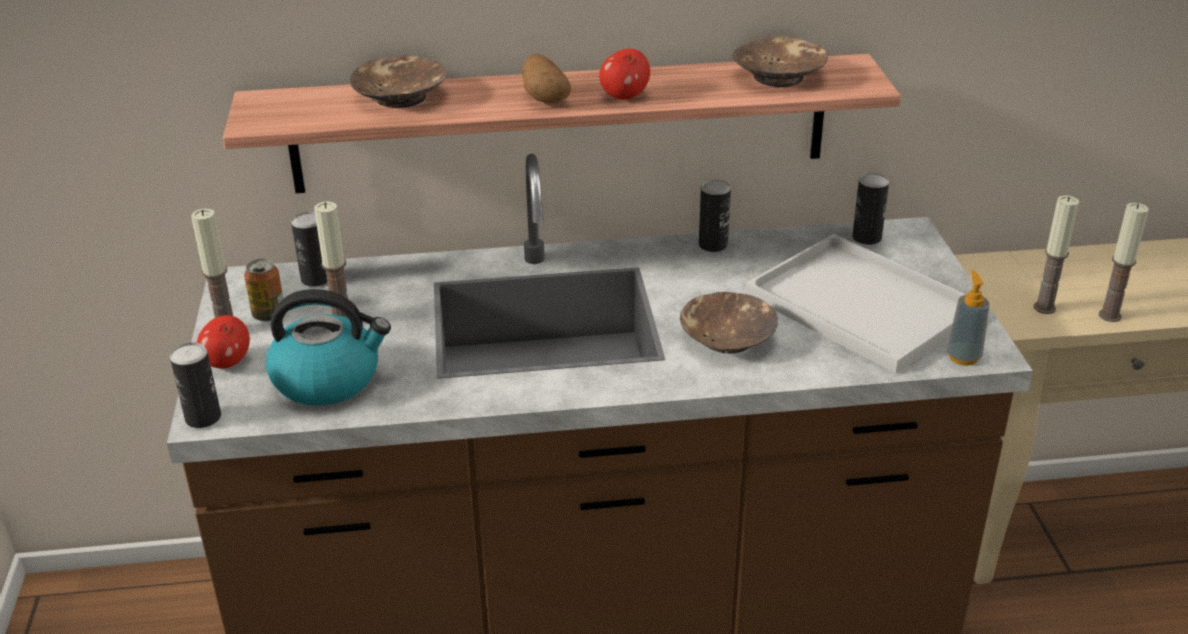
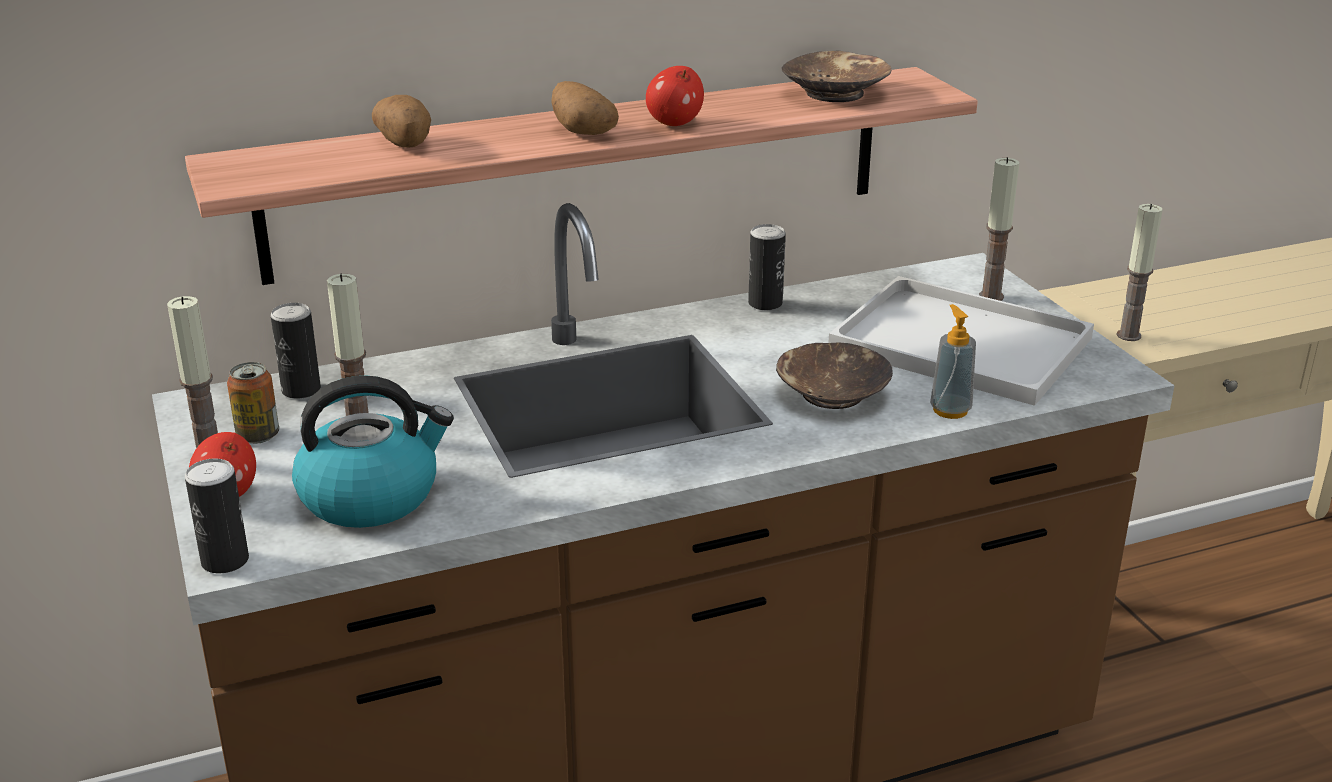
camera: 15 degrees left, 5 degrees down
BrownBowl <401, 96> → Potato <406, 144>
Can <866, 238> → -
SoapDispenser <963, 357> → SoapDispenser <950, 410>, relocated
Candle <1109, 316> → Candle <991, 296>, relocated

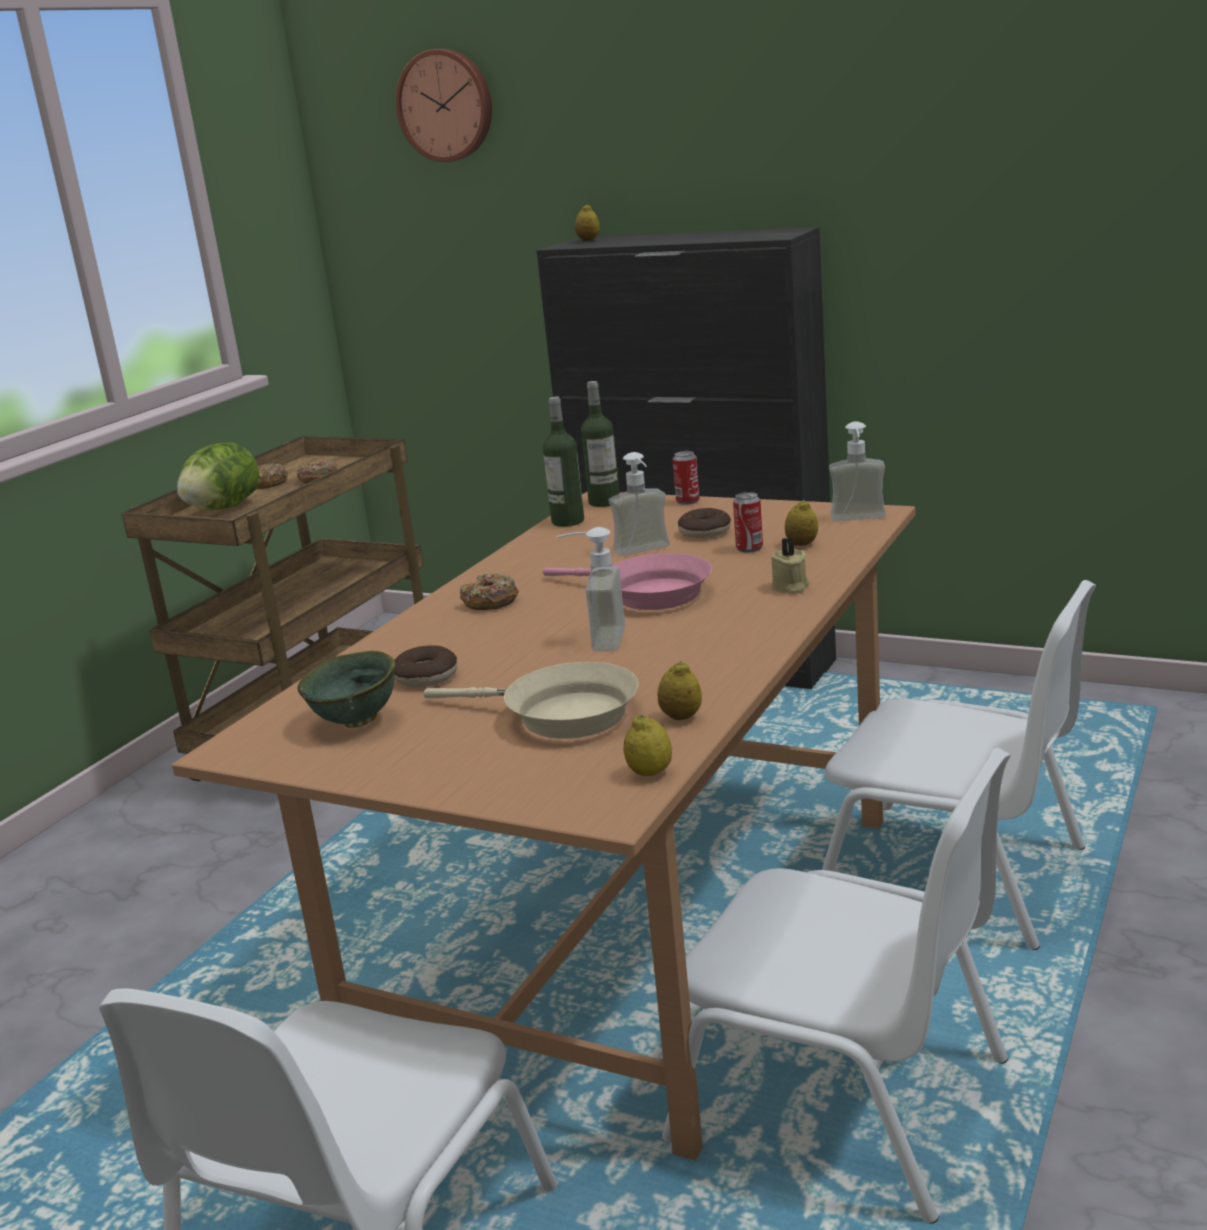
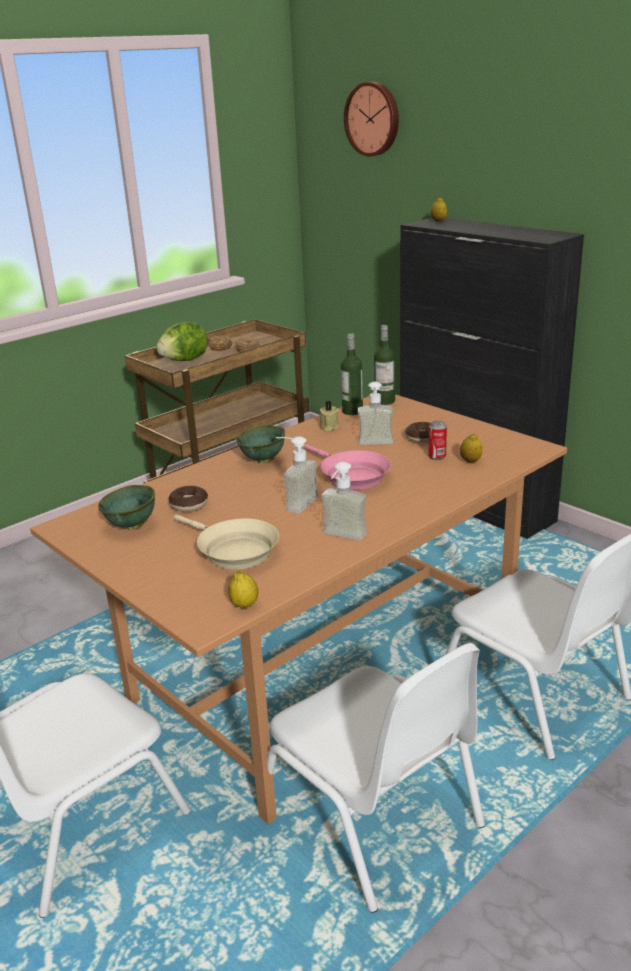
camera: 20 degrees right, 5 degrees up
Donut <490, 601> → GreenBowl <263, 460>
Lemon <681, 717> → -
Can <687, 501> → -
BeigeCandle <790, 587> → BeigeCandle <328, 427>, relocated
SoapDispenser <859, 521> → SoapDispenser <341, 538>, relocated

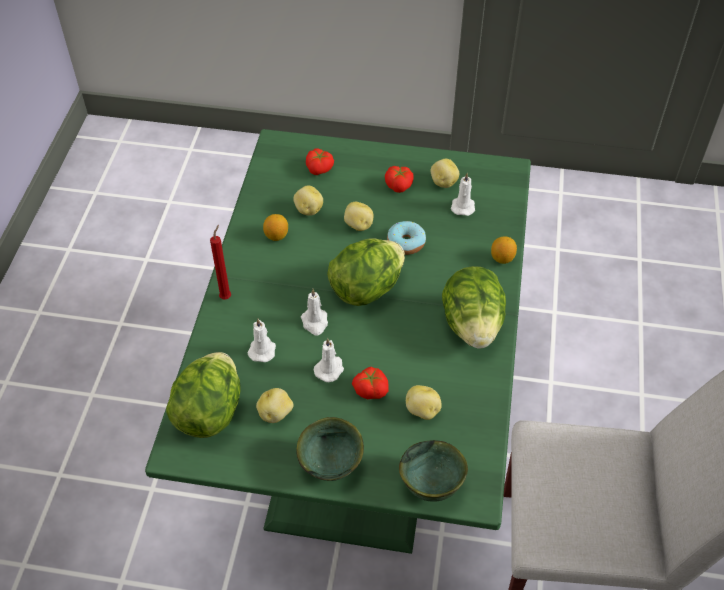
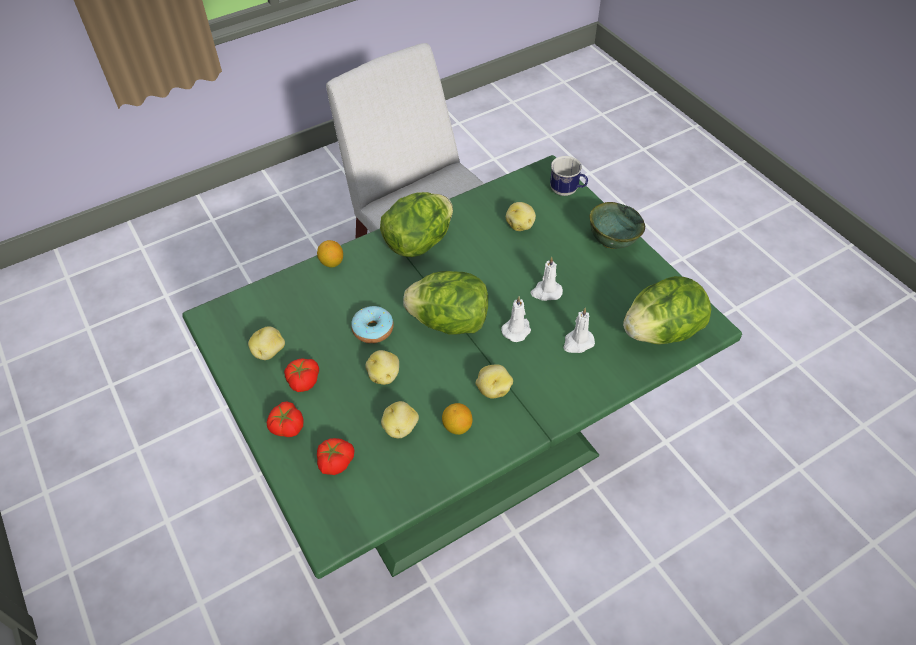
camera: 130 degrees left, 0 degrees up
RedCandle <226, 296> → -
Potato <276, 413> → Potato <493, 389>, relocated
Tomato <371, 389> → Tomato <286, 427>, relocated
GreenBowl <430, 486> → Mug <567, 191>
WhiteCandle <463, 206> → -

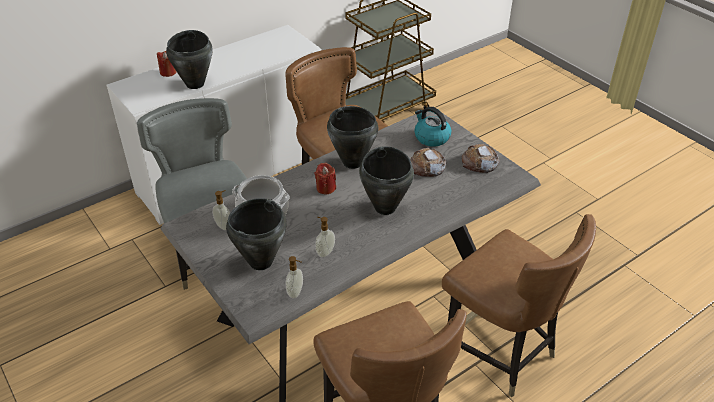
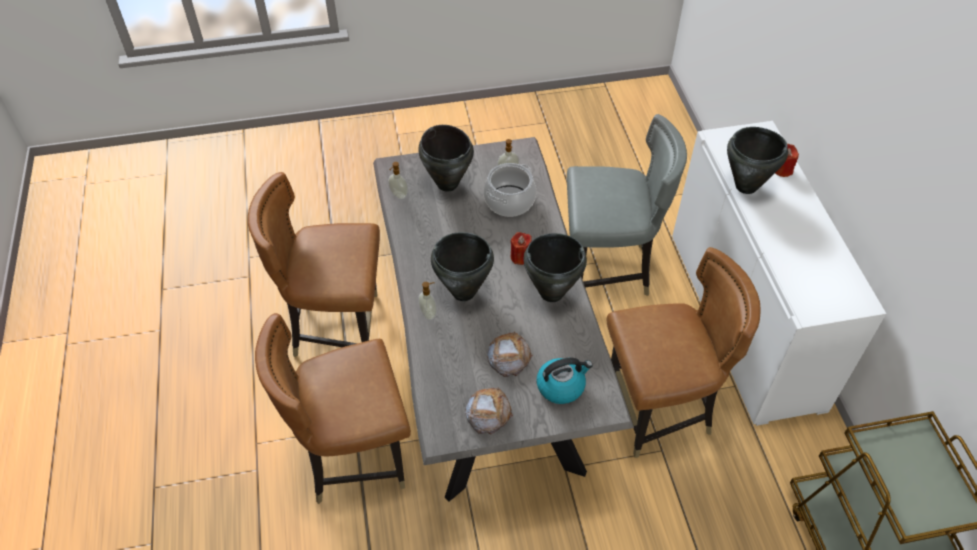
camera: 115 degrees right, 10 degrees up
SoapDispenser <324, 252> → SoapDispenser <429, 313>, relocated

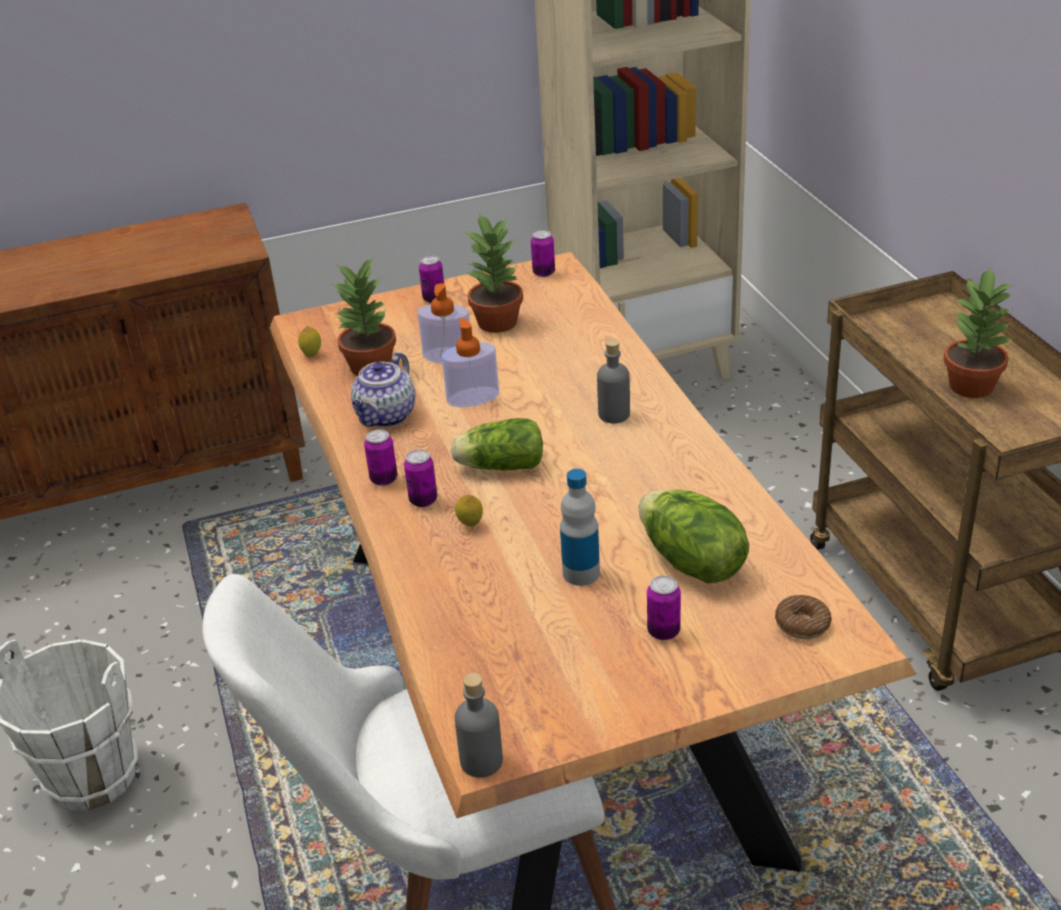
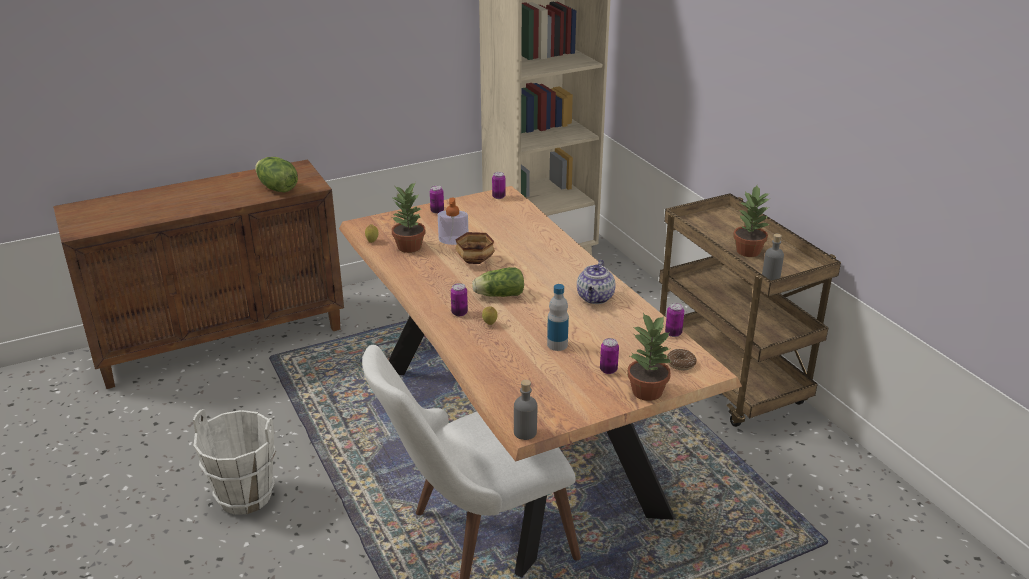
camera: 10 degrees left, 5 degrees down
Teapot <386, 417> → Teapot <595, 298>, relocated
Can <384, 479> → Can <673, 333>, relocated
SoapDispenser <473, 397> → Bowl <474, 261>
PottedPlant <498, 322> → PottedPlant <647, 391>, relocated
GreyBottle <614, 414> → GreyBottle <770, 277>, relocated
Lettuce <691, 563> → Lettuce <277, 188>, relocated

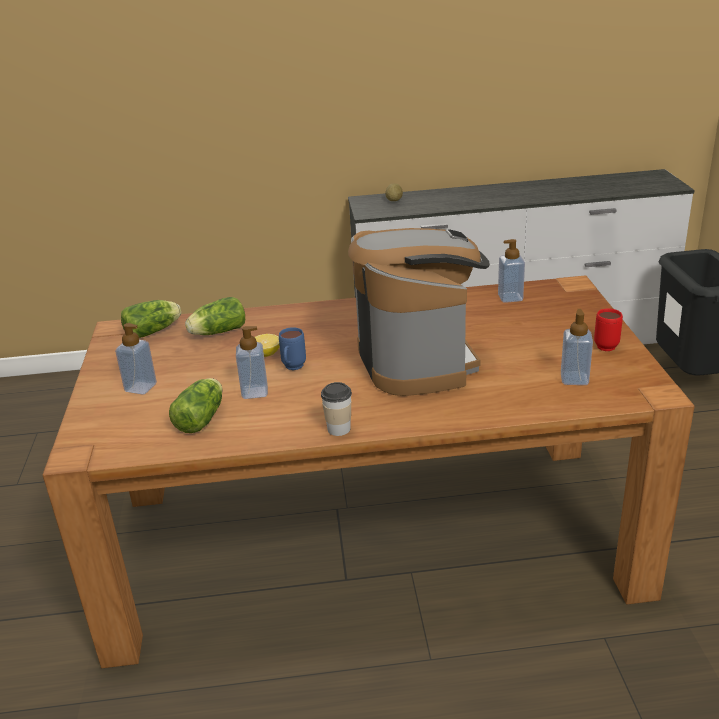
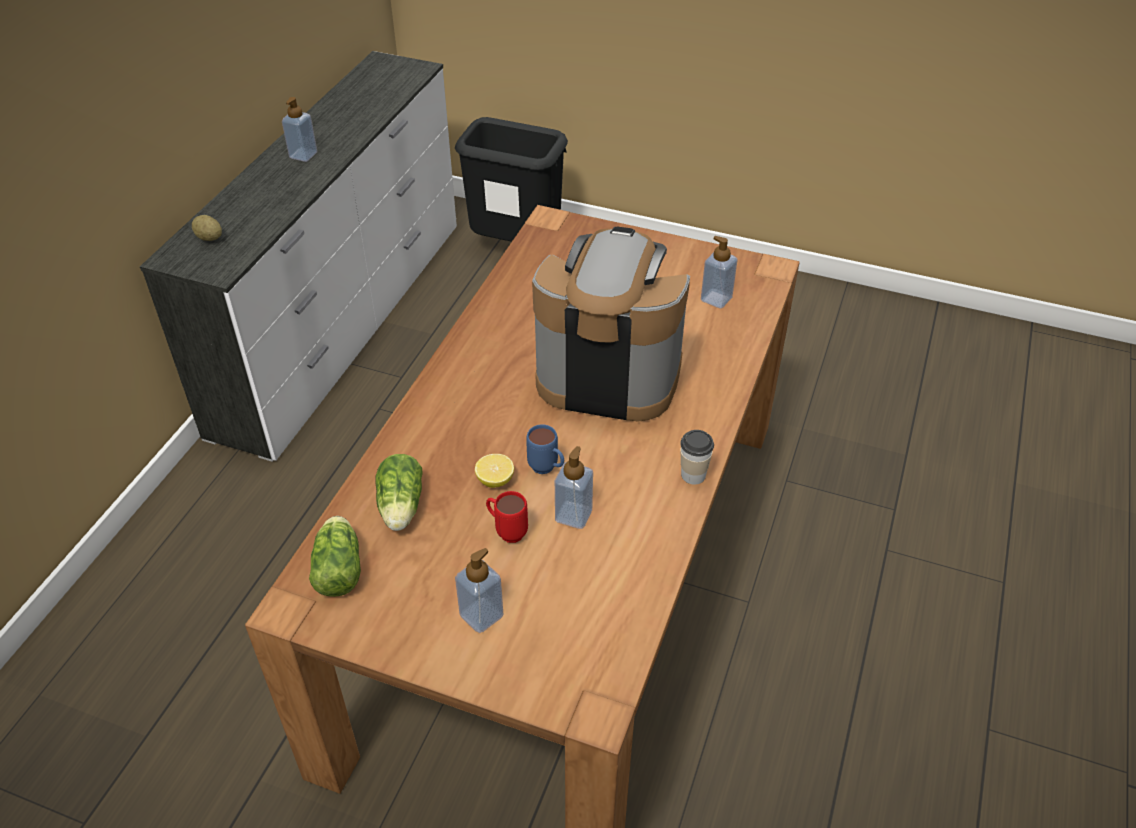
camera: 65 degrees left, 15 degrees up
Lettuce <202, 418> → -
SoapDispenser <510, 298> → SoapDispenser <303, 155>, relocated
RedMug <605, 344> → RedMug <506, 531>, relocated

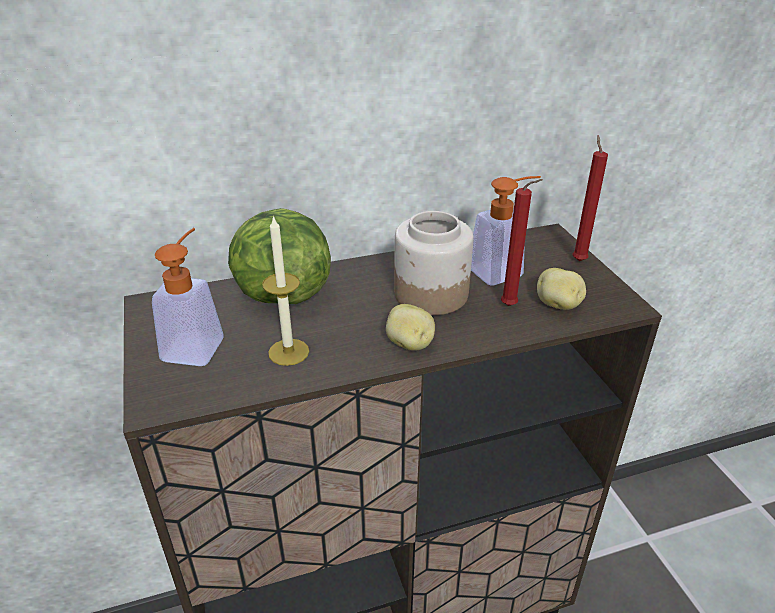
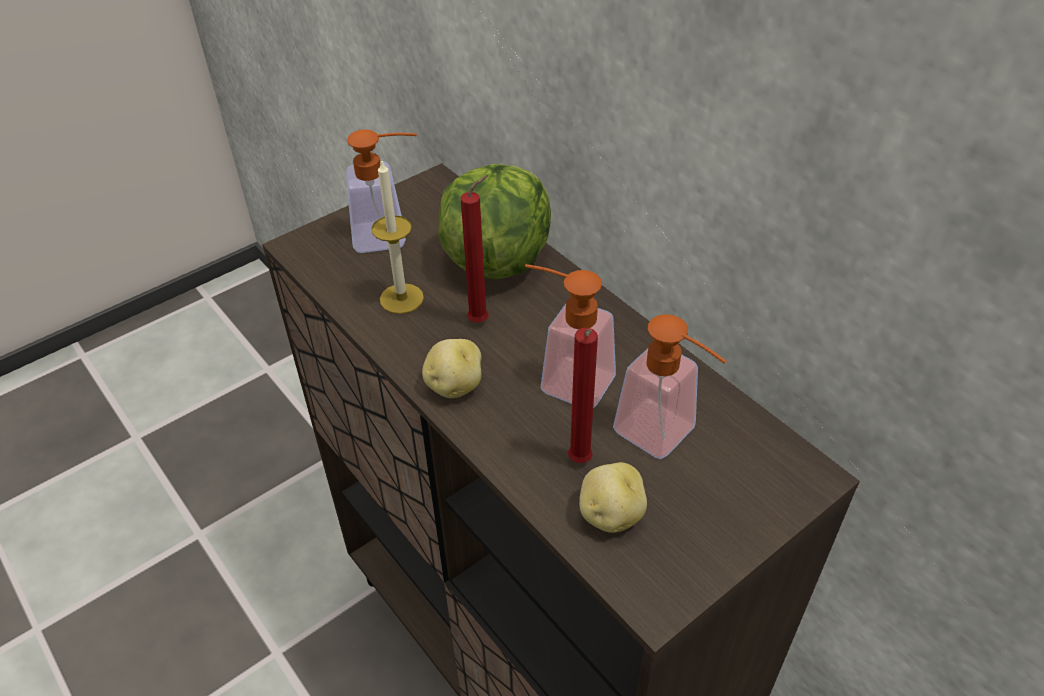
camera: 70 degrees right, 10 degrees up
Jar <432, 294> → SoapDispenser <565, 379>
RedCandle <578, 259> → RedCandle <481, 320>, relocated

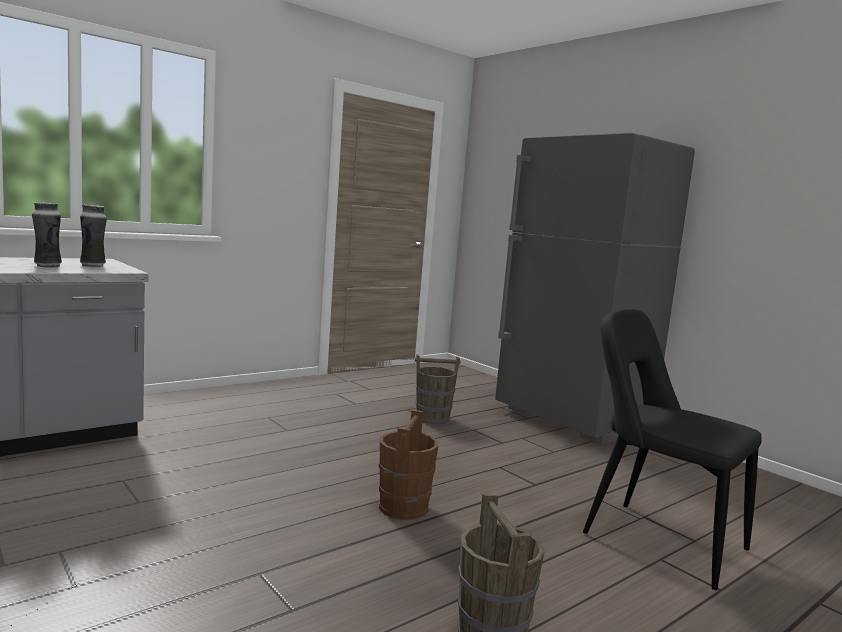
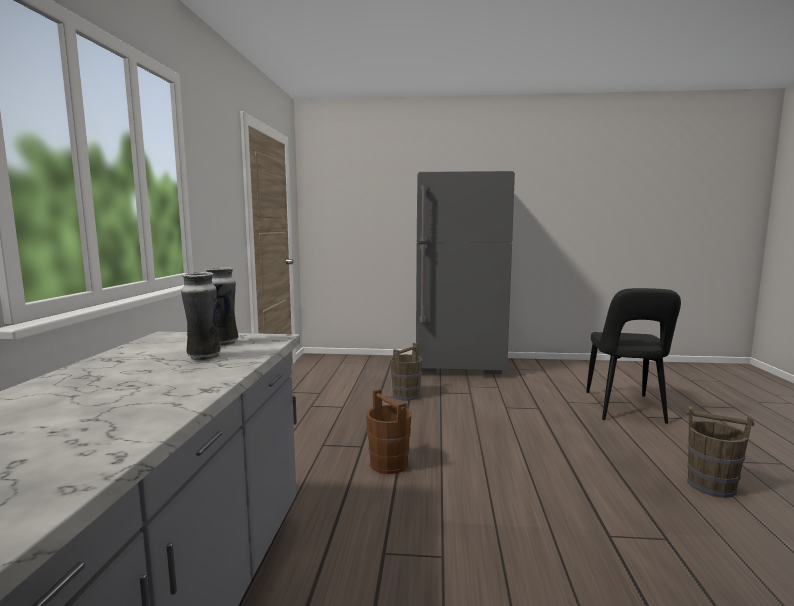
camera: 45 degrees left, 0 degrees up
BrownBucket <403, 507> → BrownBucket <389, 464>, relocated
BlackChair <656, 539> → BlackChair <625, 409>, 75 degrees counterclockwise

